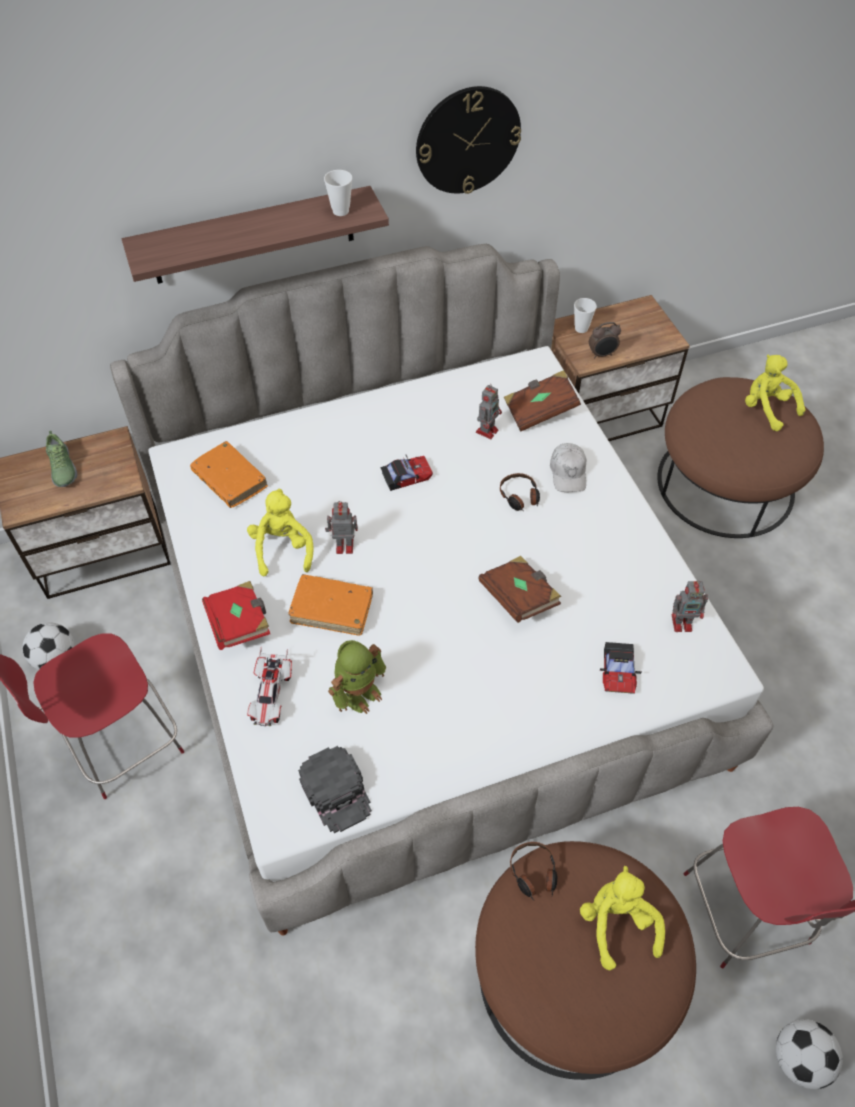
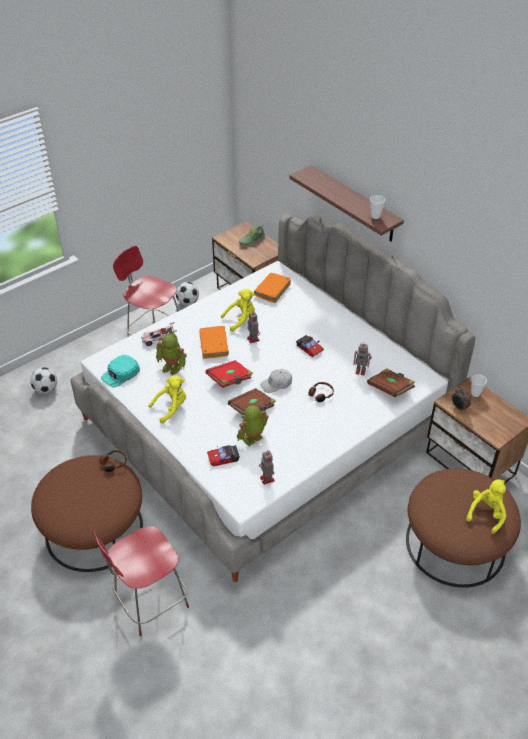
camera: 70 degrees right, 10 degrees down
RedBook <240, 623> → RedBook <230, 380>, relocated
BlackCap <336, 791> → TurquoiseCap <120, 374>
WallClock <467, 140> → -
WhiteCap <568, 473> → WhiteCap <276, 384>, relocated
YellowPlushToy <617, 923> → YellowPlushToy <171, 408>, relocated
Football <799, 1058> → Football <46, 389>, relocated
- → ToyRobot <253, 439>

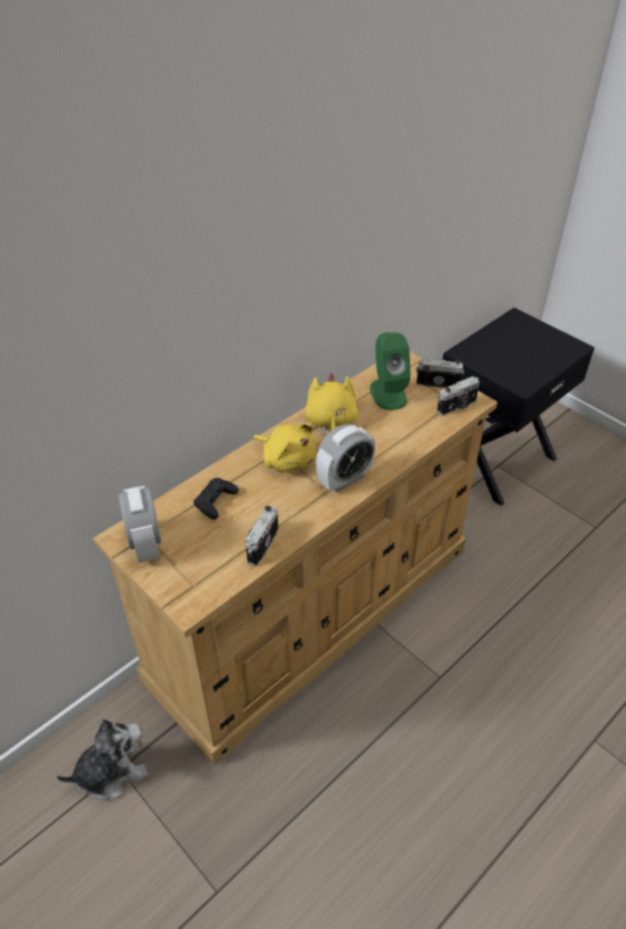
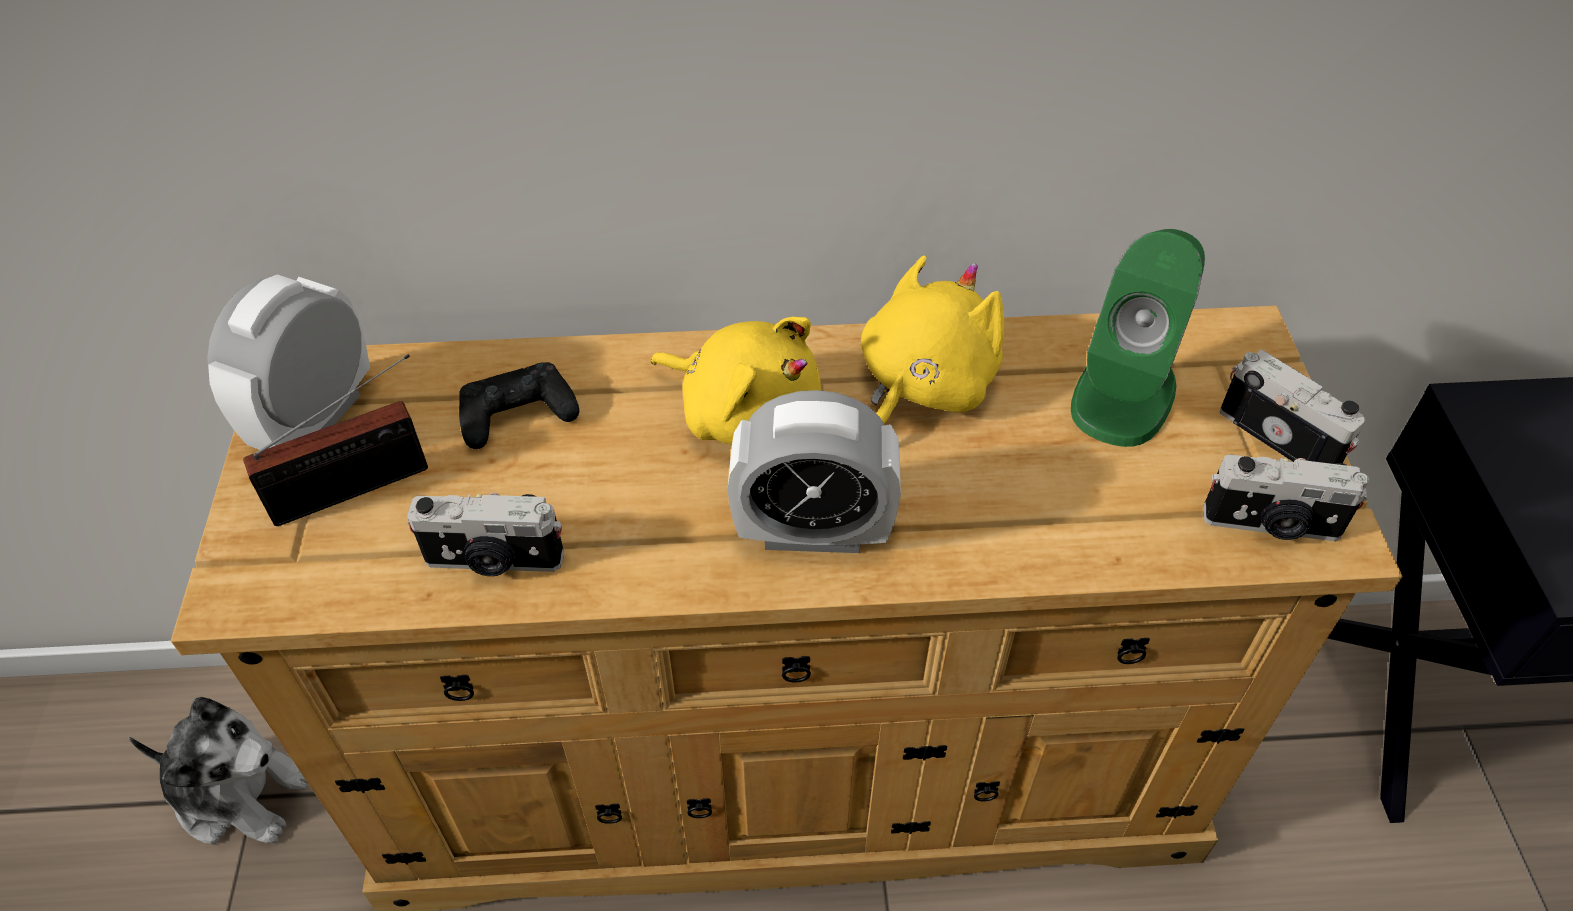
camera: 40 degrees right, 5 degrees up
PhotoCamera <261, 544> → PhotoCamera <494, 561>, 150 degrees counterclockwise
YellowPlushToy <287, 459> → YellowPlushToy <745, 412>, 45 degrees counterclockwise
- → Radio <359, 486>

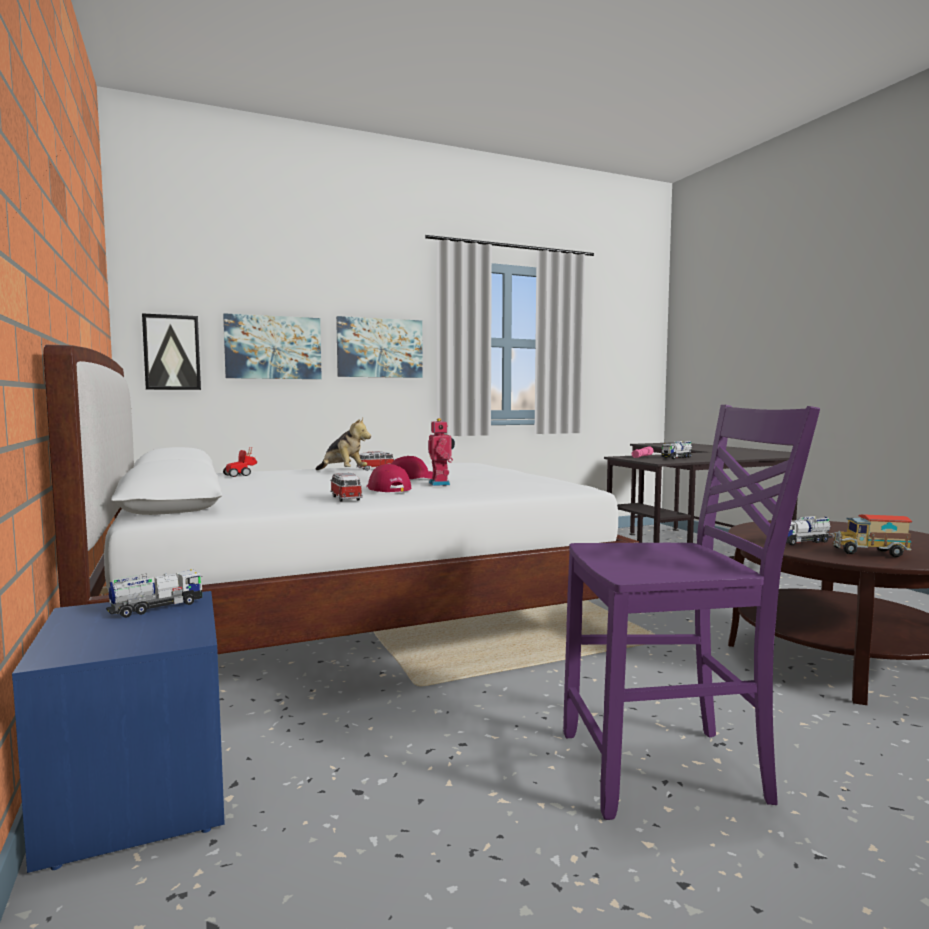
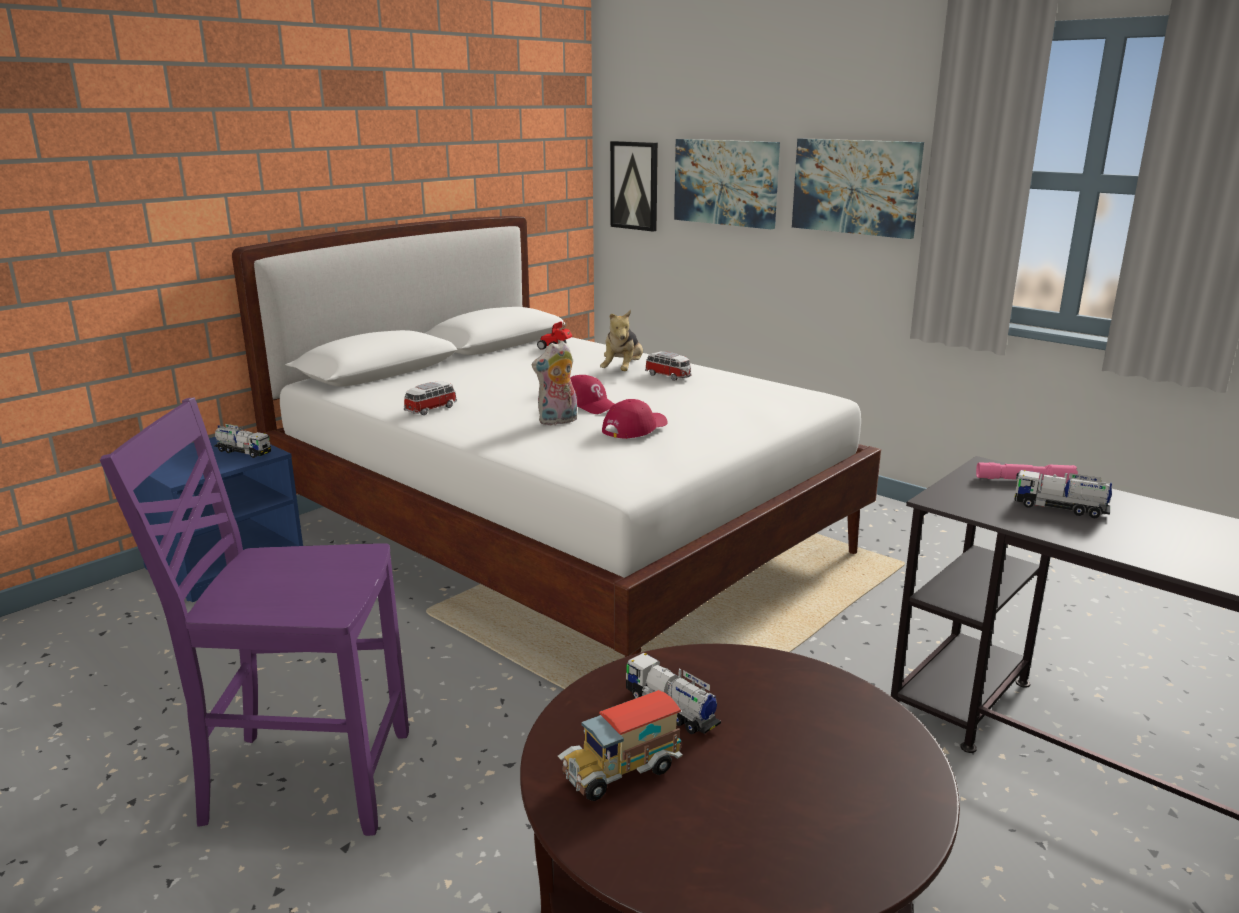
camera: 65 degrees right, 15 degrees up
RedCap <386, 489> → RedCap <634, 428>, relocated
ToyRobot <441, 484> → PlushToy <558, 421>
PurpleChair <667, 770> → PurpleChair <304, 778>, 120 degrees clockwise
ToyTruck <868, 553> → ToyTruck <620, 773>, 105 degrees counterclockwise

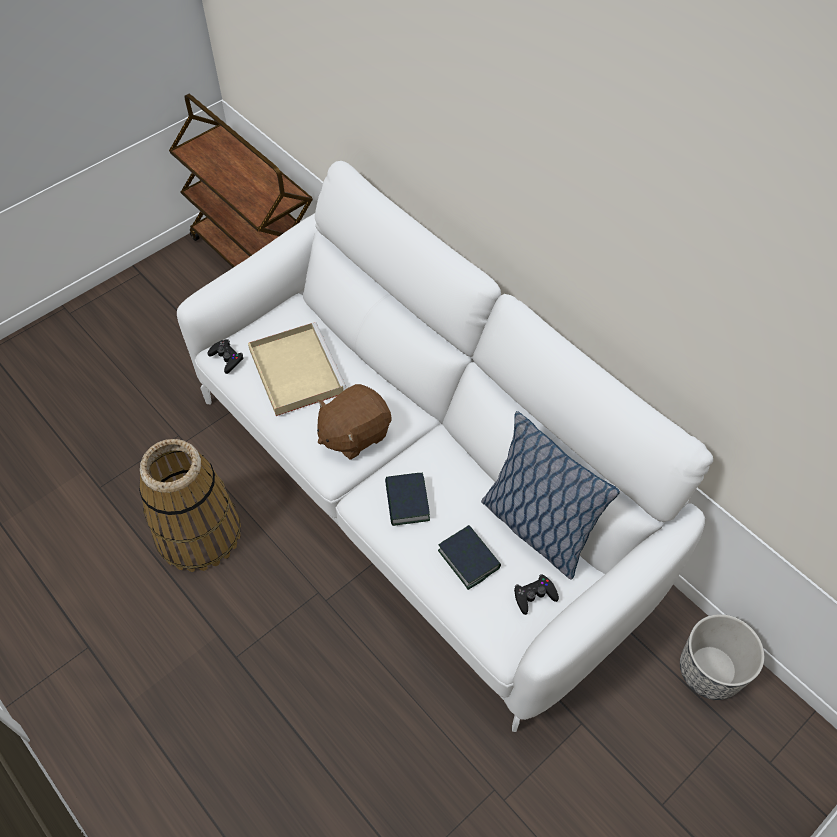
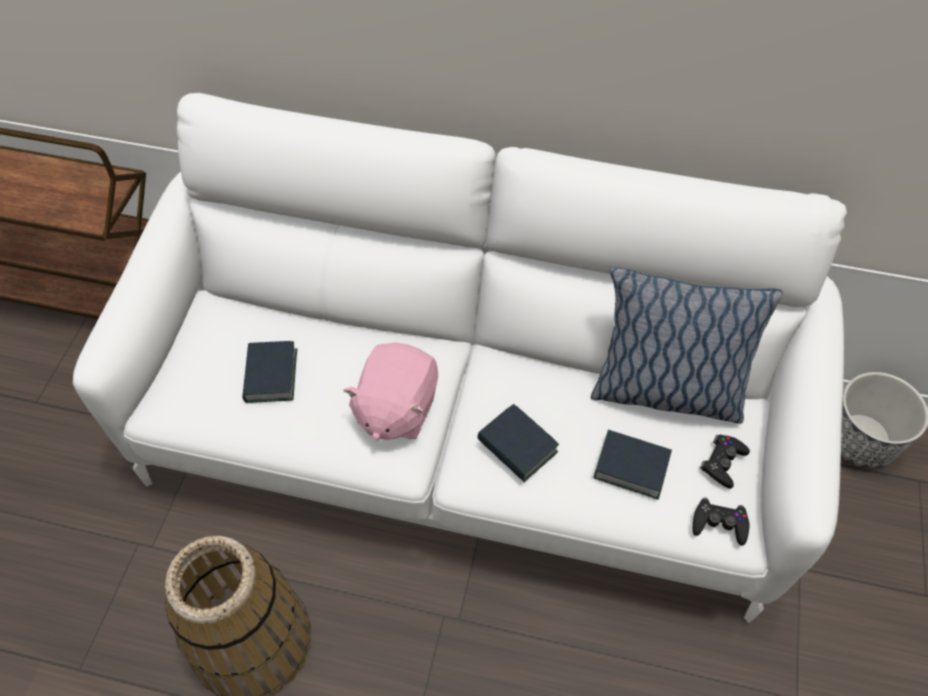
camera: 35 degrees left, 0 degrees up
BlackGameController <226, 358> → BlackGameController <719, 524>, relocated
BeigeTray <295, 370> → Book <271, 376>
BrownPlushToy <354, 434> → PinkPlushToy <396, 408>

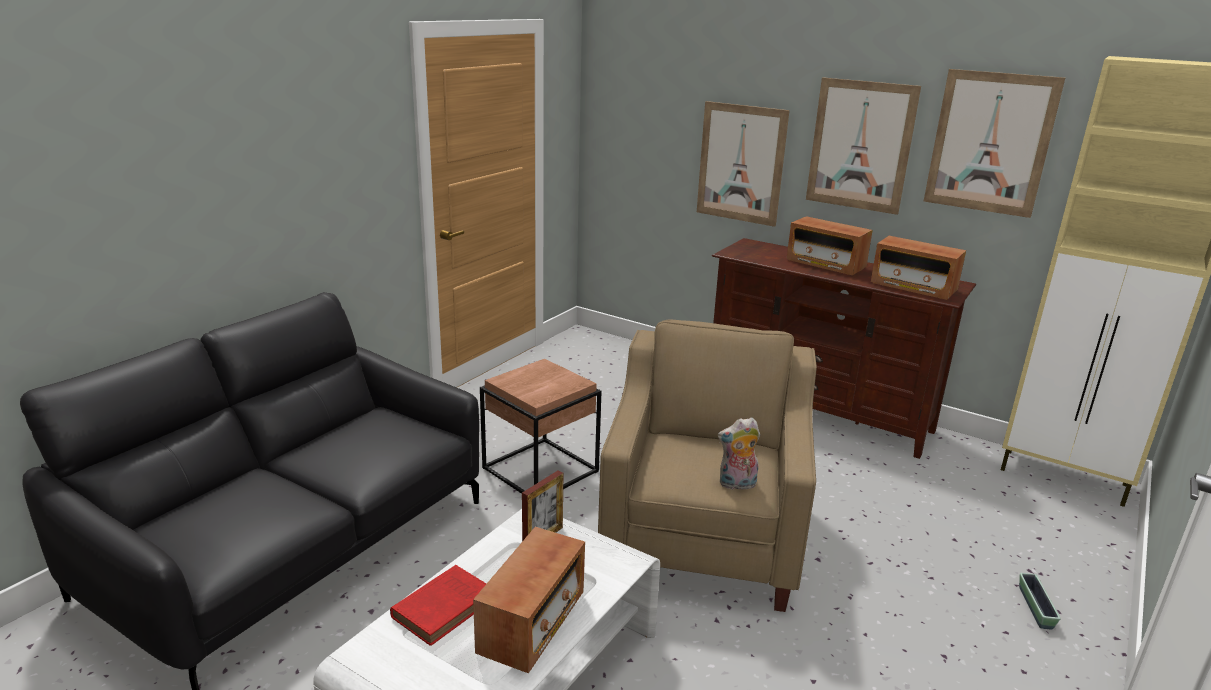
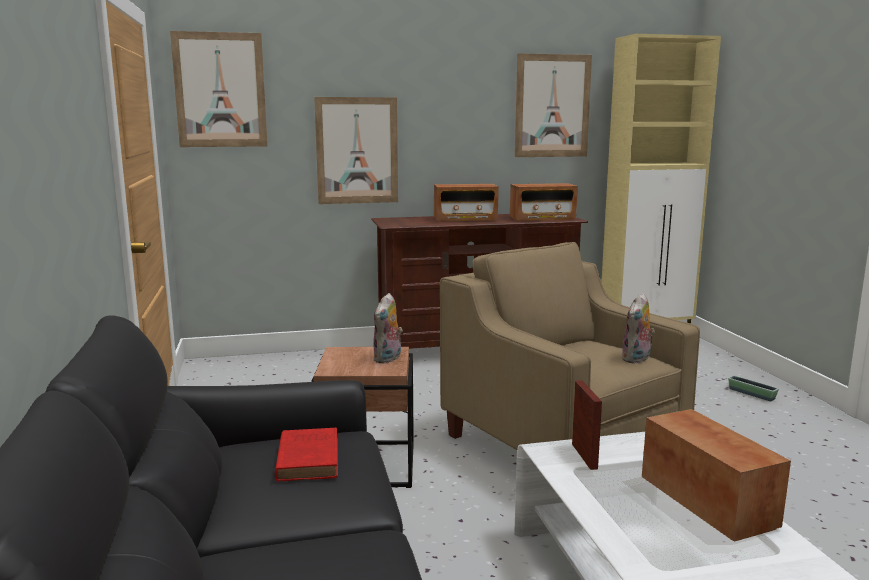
camera: 45 degrees left, 10 degrees down
RedBook <445, 607> → RedBook <308, 458>, relocated
Picture <860, 145> → Picture <220, 90>, relocated
- → PlushToy <388, 359>

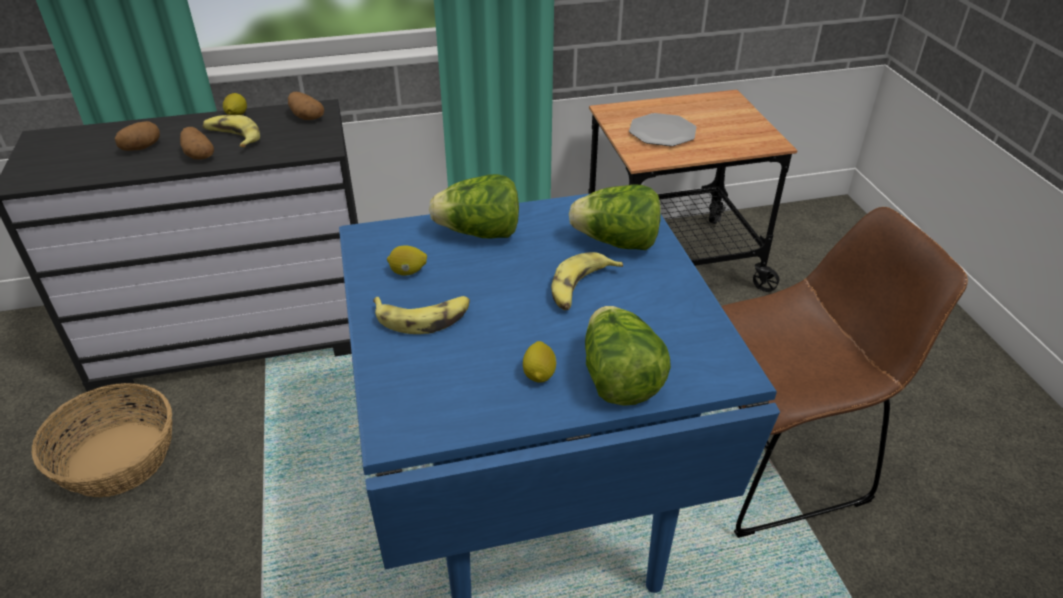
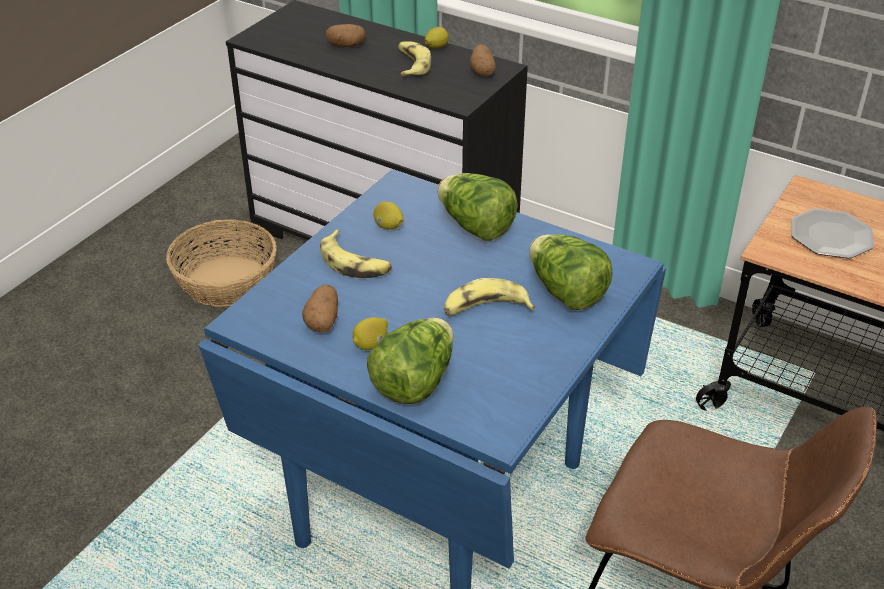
camera: 45 degrees right, 0 degrees up
Potato <199, 155> → Potato <323, 320>, relocated

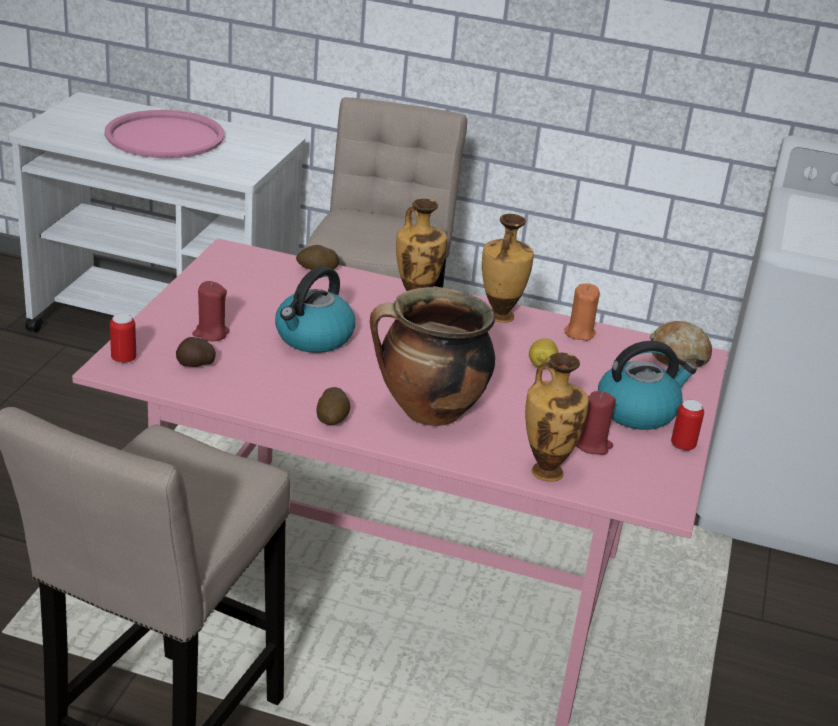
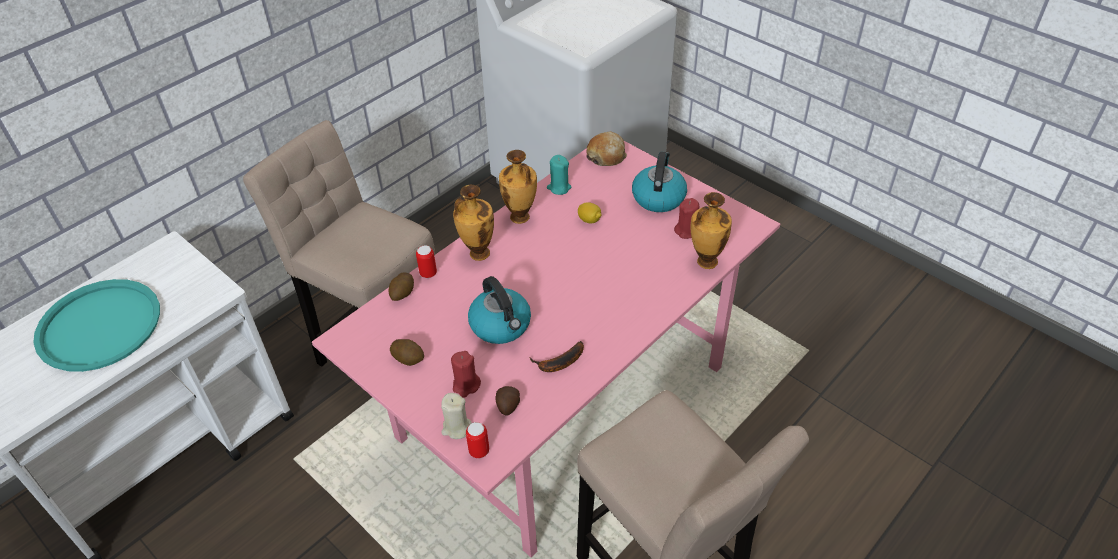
camera: 60 degrees left, 15 degrees up
PinkTray <164, 136> → TurquoiseTray <99, 326>
Potato <332, 419> → Potato <408, 358>, relocated
CookingPot <428, 413> → -
OrangeCandle <579, 333> → TurquoiseCandle <559, 187>
Can <682, 446> → Can <428, 273>, relocated
- → BeigeCandle <456, 428>
- → Banana <558, 363>

